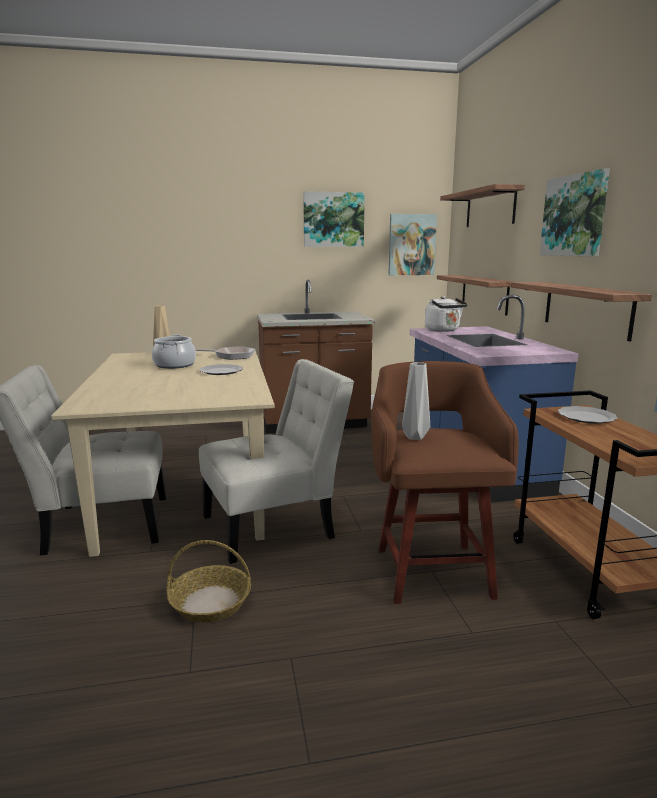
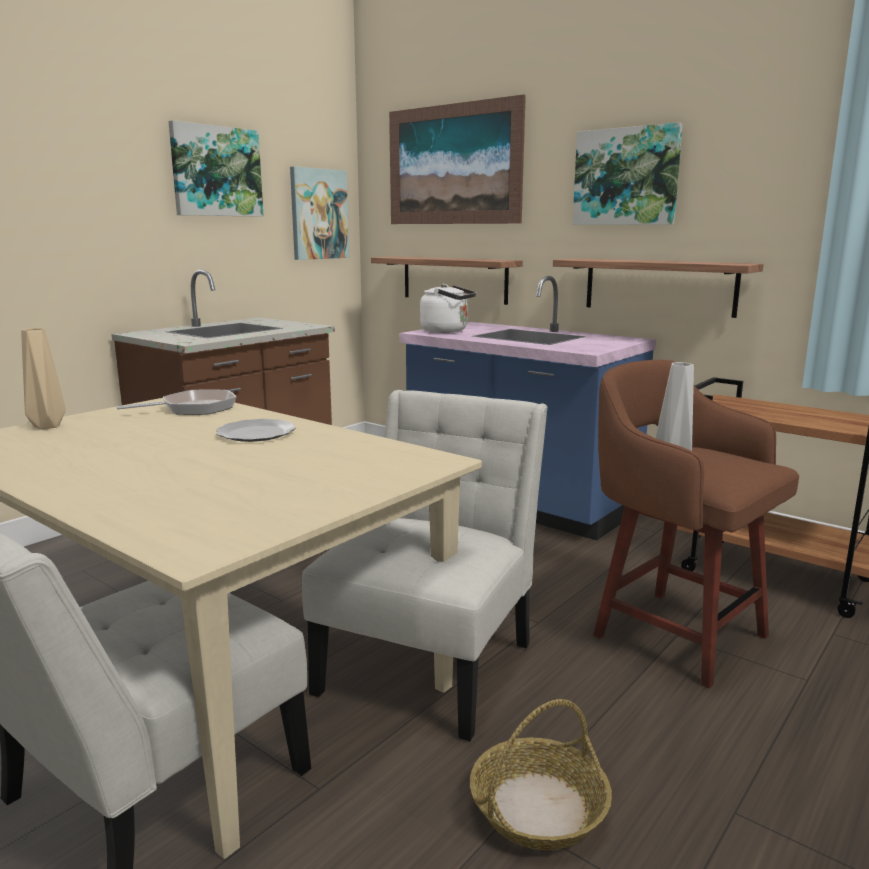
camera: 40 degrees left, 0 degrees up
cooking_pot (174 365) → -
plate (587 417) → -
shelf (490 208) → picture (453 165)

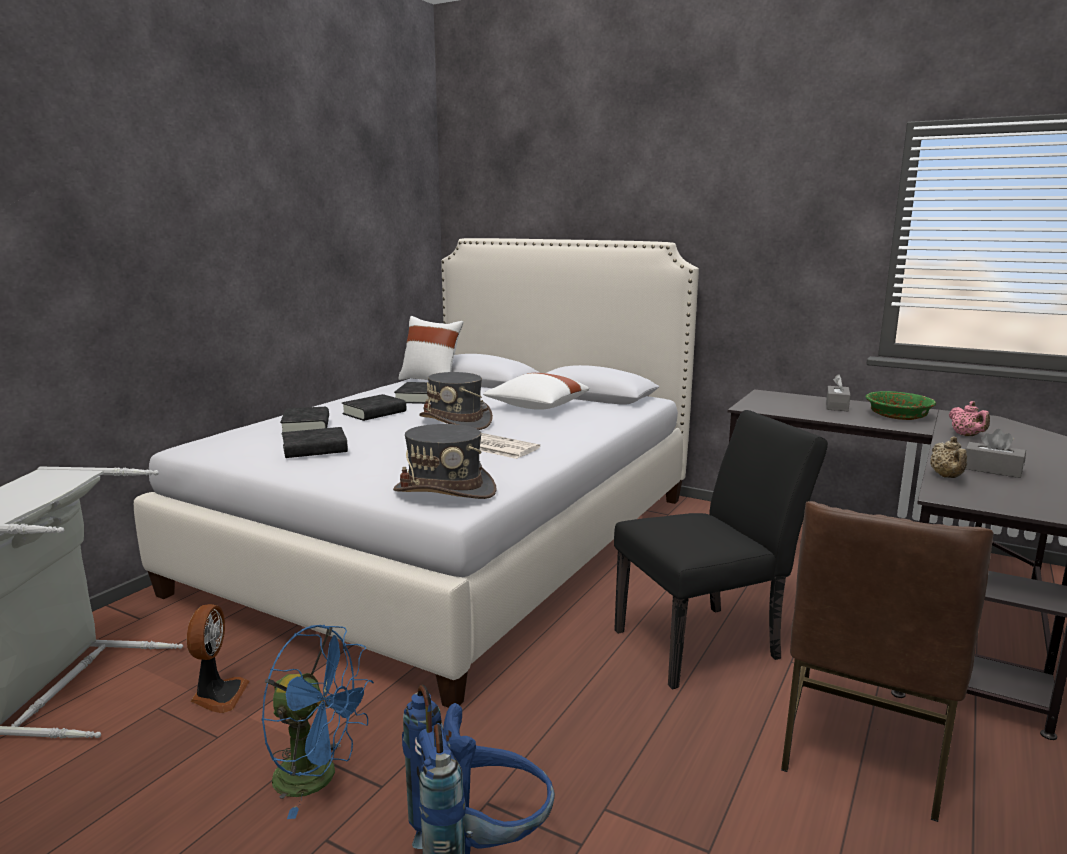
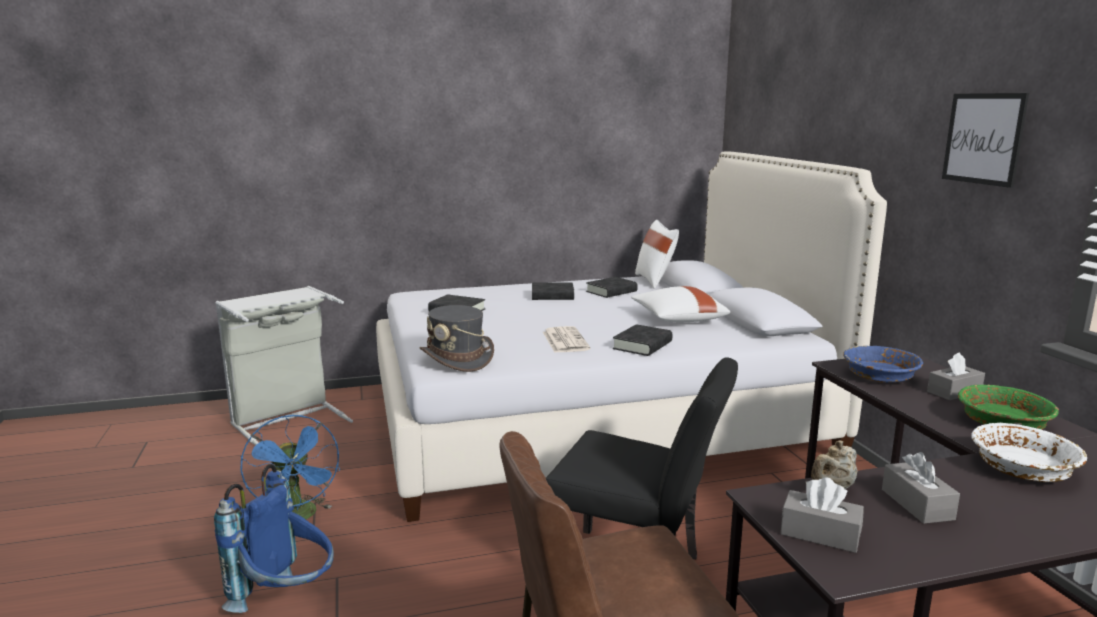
camera: 45 degrees right, 0 degrees up
fan (218 695) → -
grey_hat (456 422) → -
- → grey_tissue_box (820 534)
- → blue_bowl (879 376)
- → picture (983 138)
black_book (306 426) → black_book (642 345), moved
pink_teapot (967 435) → white_bowl (1023 468)

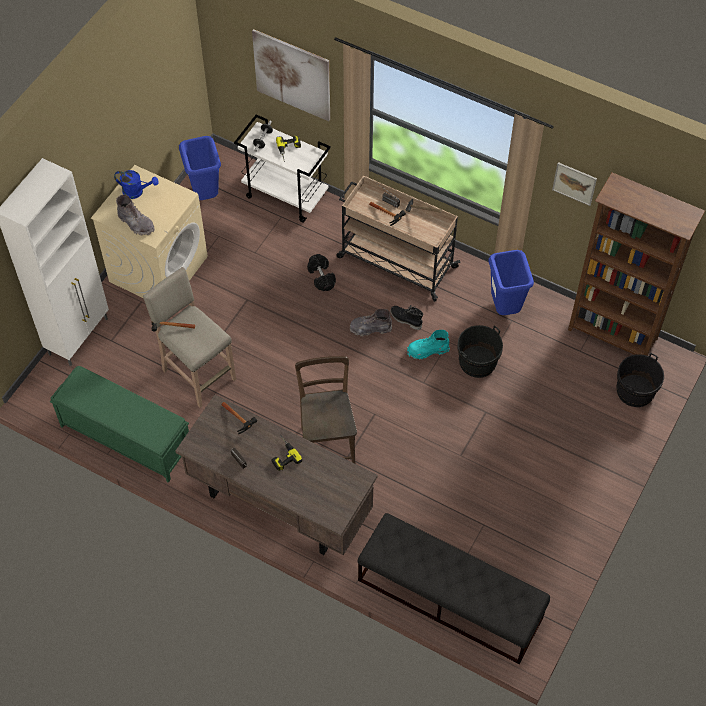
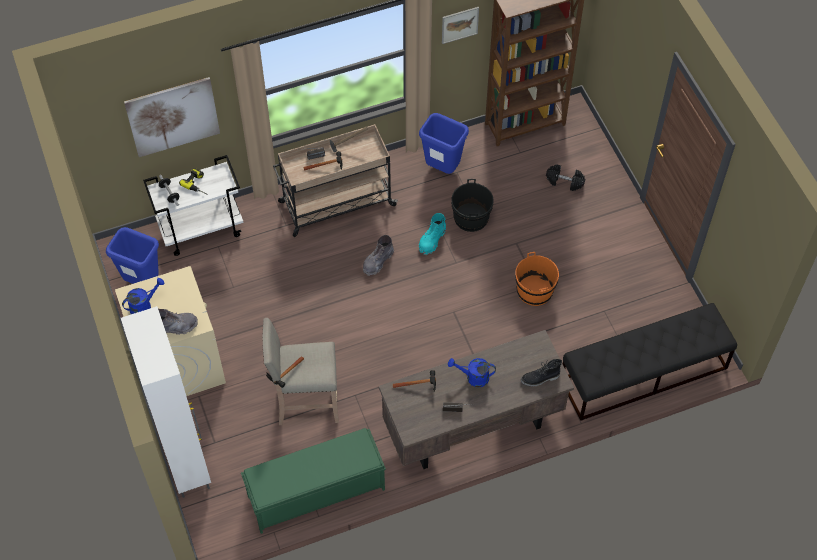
camera: 50 degrees left, 0 degrees up
brown_chair (327 443) → -
black_bucket (635 391) → -
- → orange_bucket (534 291)
black_dumbbell (321 277) → black_dumbbell (564 182), moved
black_boot (405 320) → black_boot (540 379), moved
power_drill (282 454) → blue_watering_can (473 377)

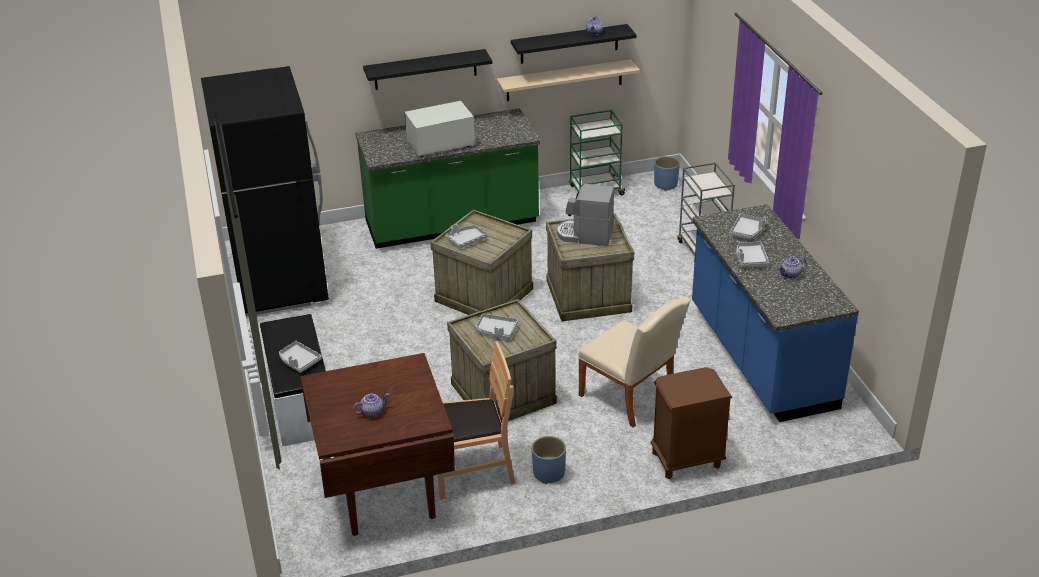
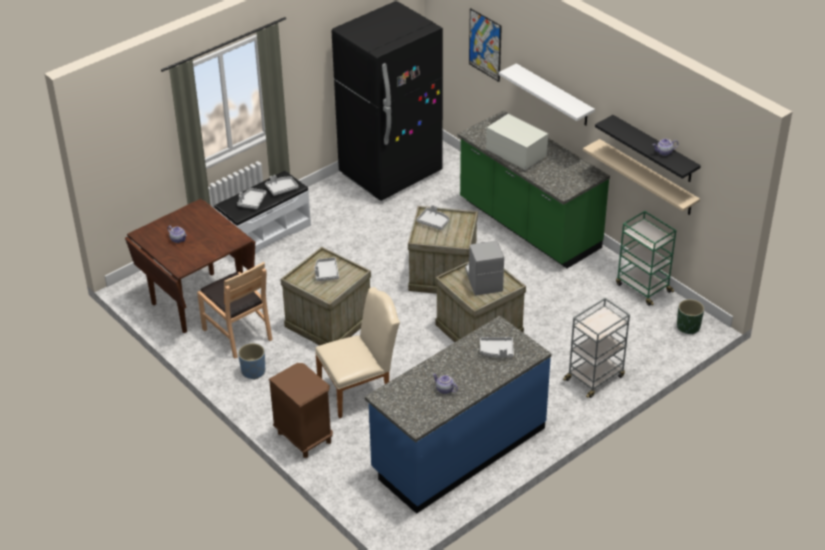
camera: 65 degrees right, 5 degrees up
- → picture (485 45)
grey_tray (750 259) → grey_tray (281 188), moved
black_shelf (425 69) → white_shelf (554 95)
blue_planter (665 184) → green_planter (688 326)
beige_chair (632 398) → beige_chair (360 389), 135 degrees counterclockwise

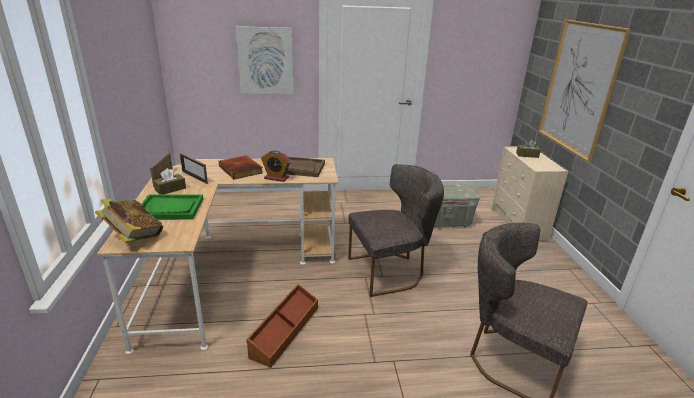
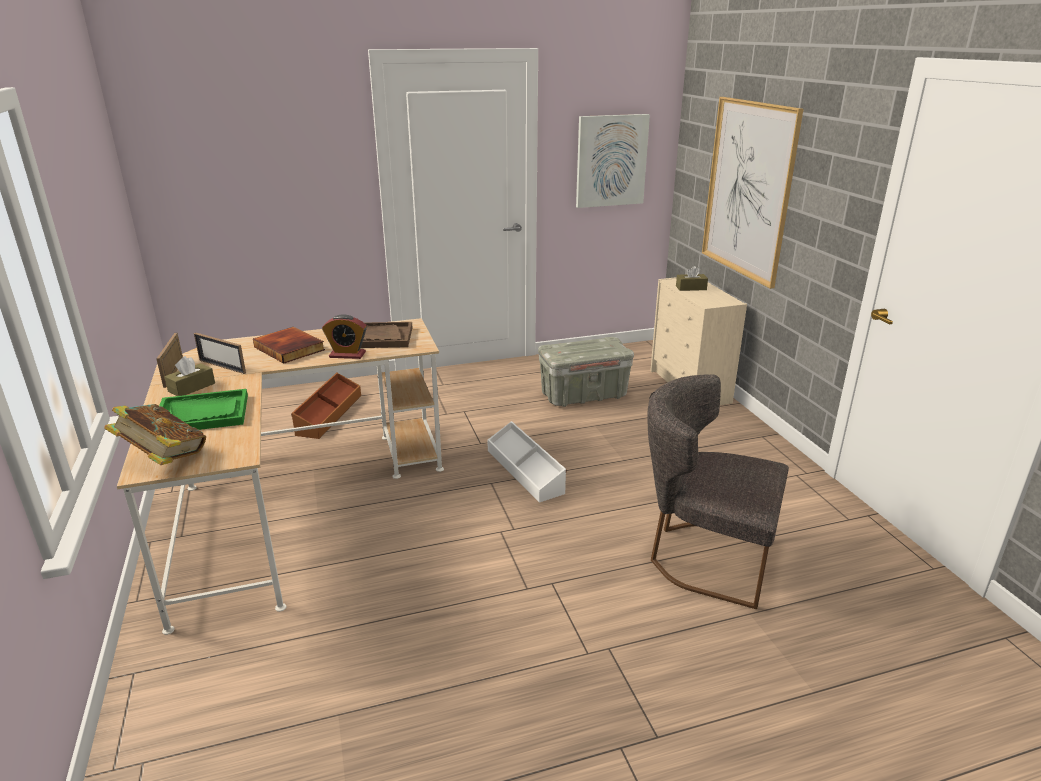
camera: 10 degrees left, 0 degrees up
picture (265 60) → picture (611 161), moved
brown_storage_box (284 331) → brown_storage_box (328 414), moved
grey_chair (390 271) → white_storage_box (525 471)

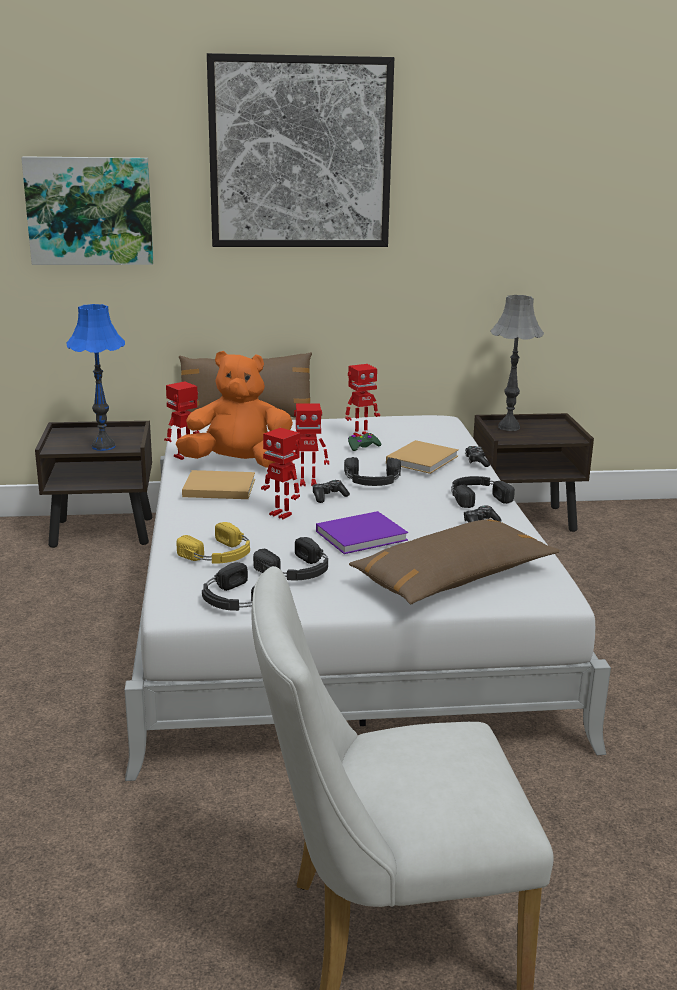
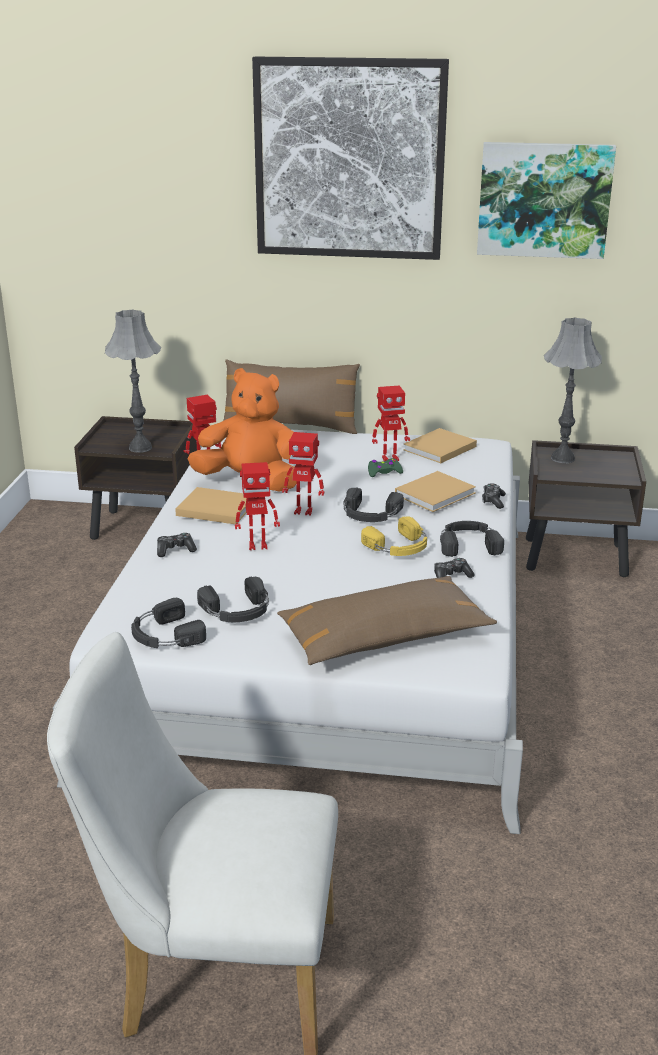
camera: 15 degrees right, 5 degrees up
purple_book (363 535) → -
- → beige_book (438 449)
picture (89 211) → picture (544 200), moved
yellow_headphones (220 555) → yellow_headphones (399 547), moved
game_controller (328 496) → game_controller (175 550), moved
blue_table_lamp (103 446) → grey_table_lamp (140 448)
toy_robot (281 514) → toy_robot (257 545), 60 degrees counterclockwise

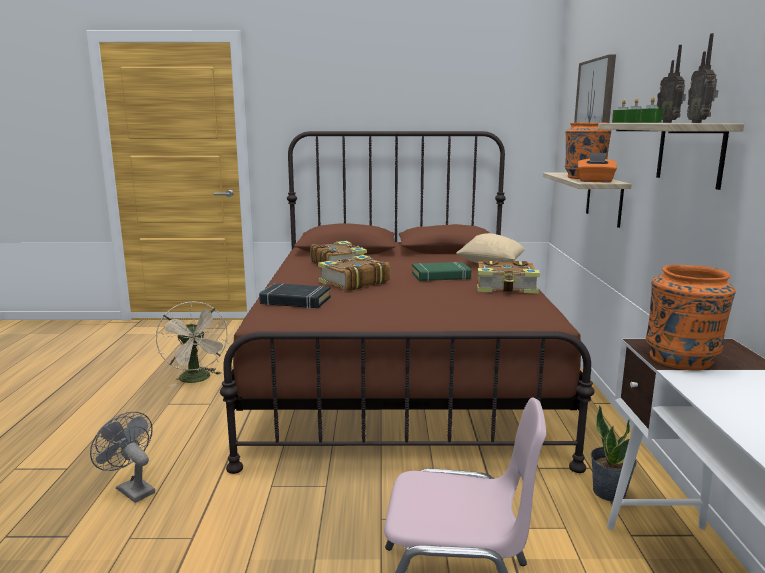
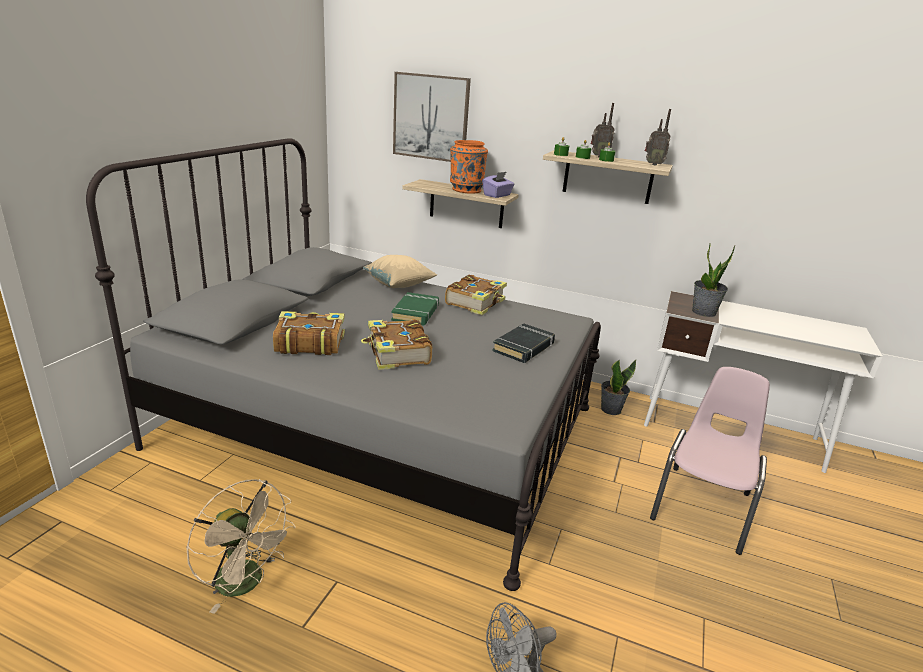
camera: 70 degrees left, 10 degrees up
black_book (295 301) → black_book (524 347), moved
orange_vase (682 359) → potted_plant (704 312)
brown_bed (399 376) → grey_bed (382 426)
orange_tissue_box (595 181) → purple_tissue_box (497 195)
beige_fan (197 380) → beige_fan (247 583), 45 degrees clockwise

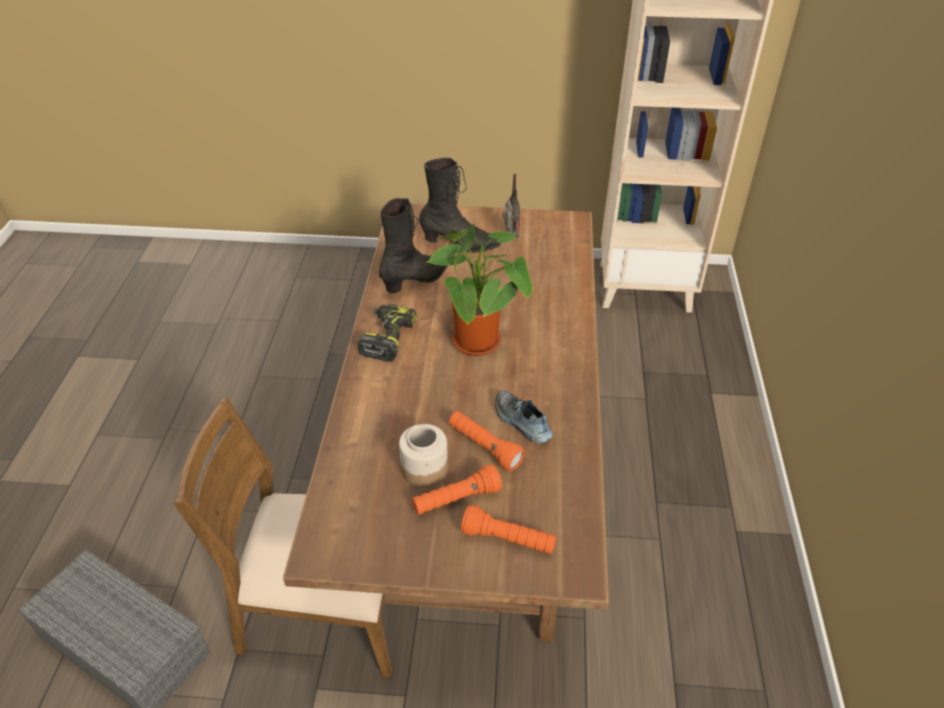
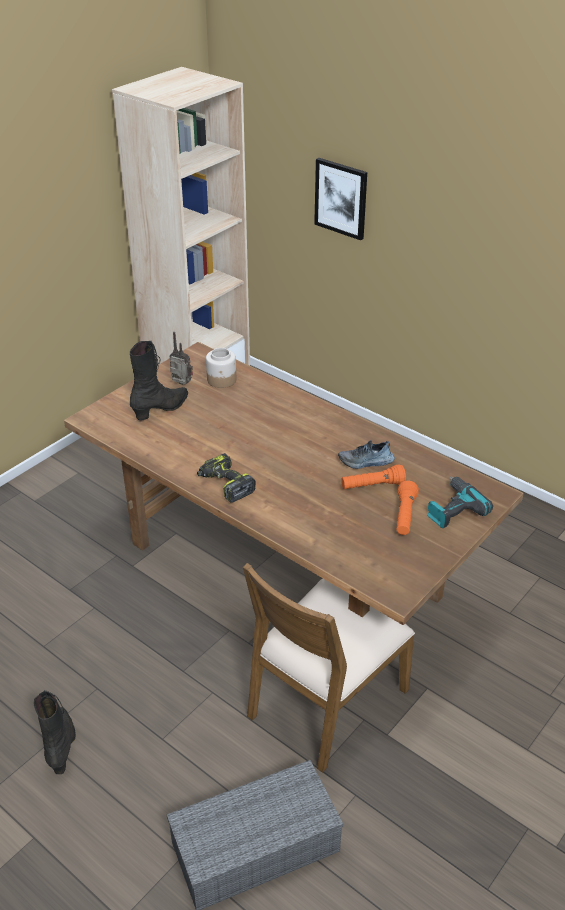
camera: 55 degrees left, 5 degrees down
potted_plant (480 345) → -
- → picture (341 198)
black_boot (417 280) → black_boot (62 745), moved
jar (424 470) → jar (222 380), moved
orange_flashlight (508 539) → power_drill (453 509)

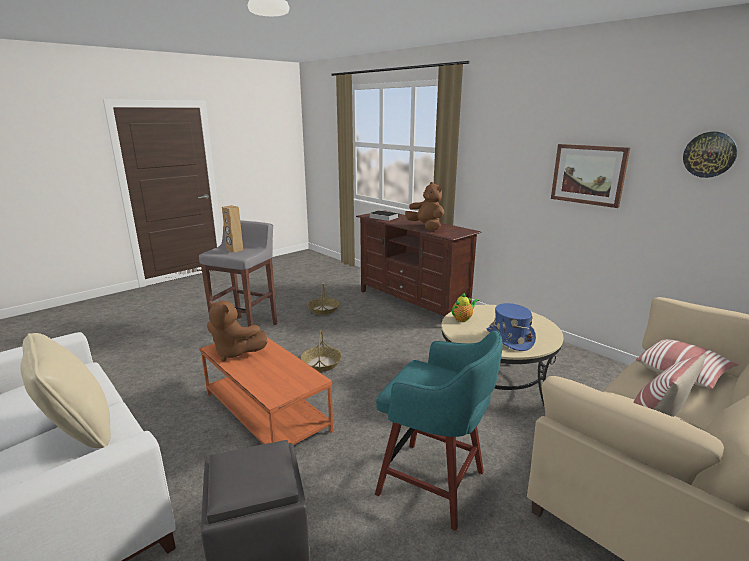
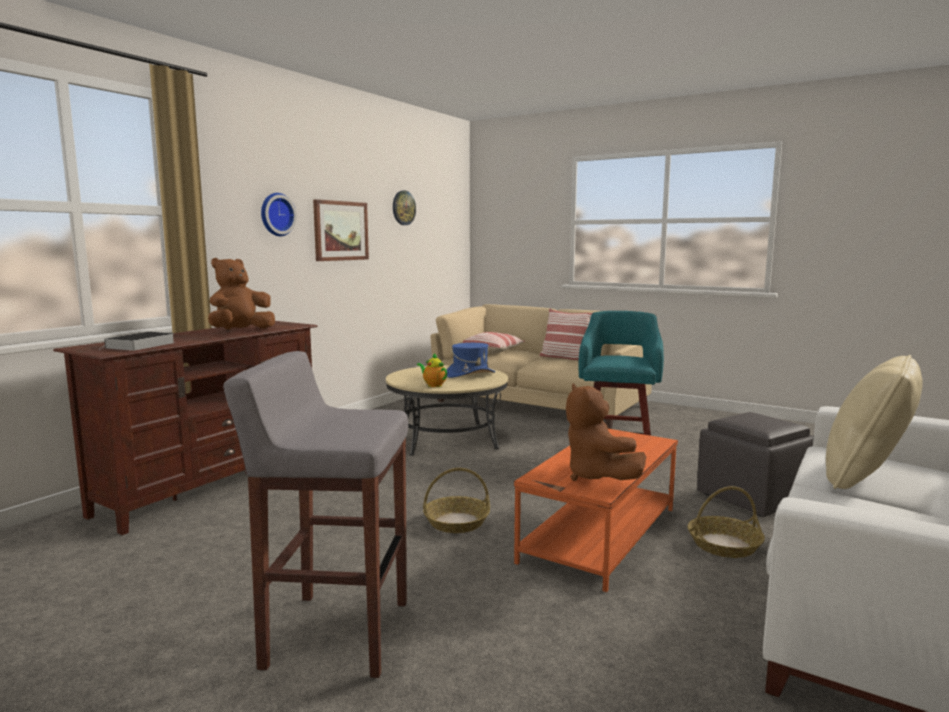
camera: 105 degrees left, 10 degrees down
brown_speaker (234 250) → -
- → wall_clock (276 214)
basket (323 310) → basket (724 545), moved
brown_plush_toy (235 352) → brown_plush_toy (597 476), 150 degrees clockwise

